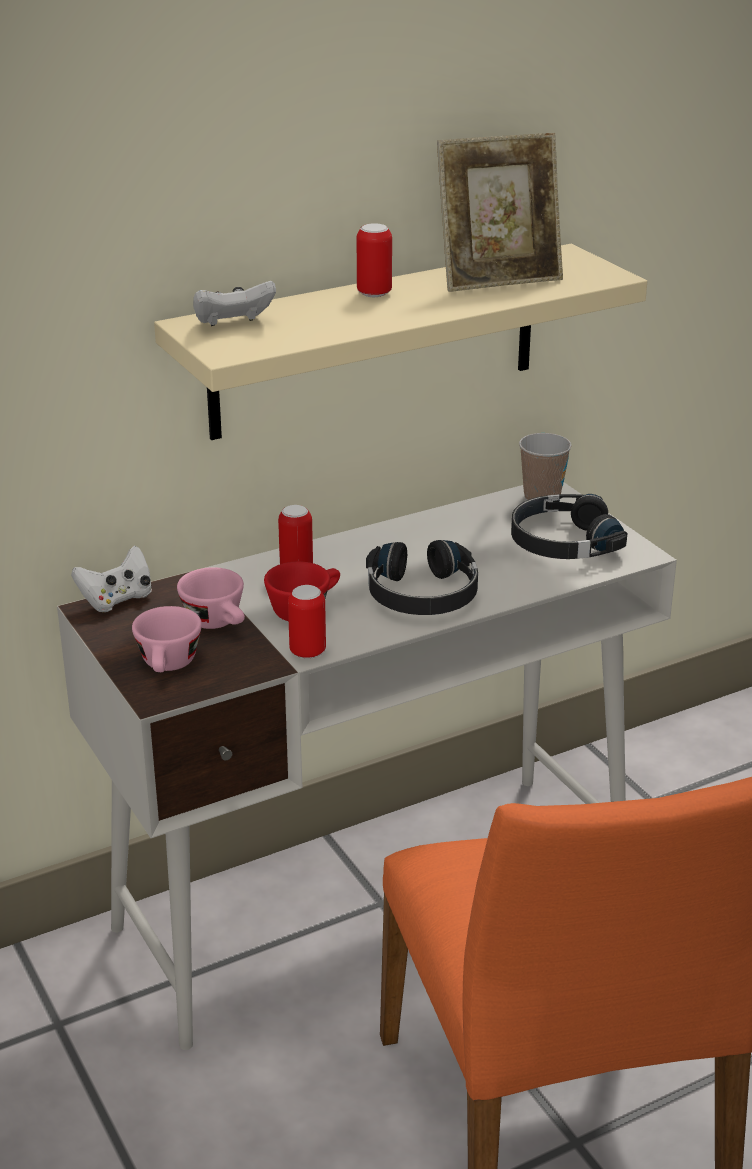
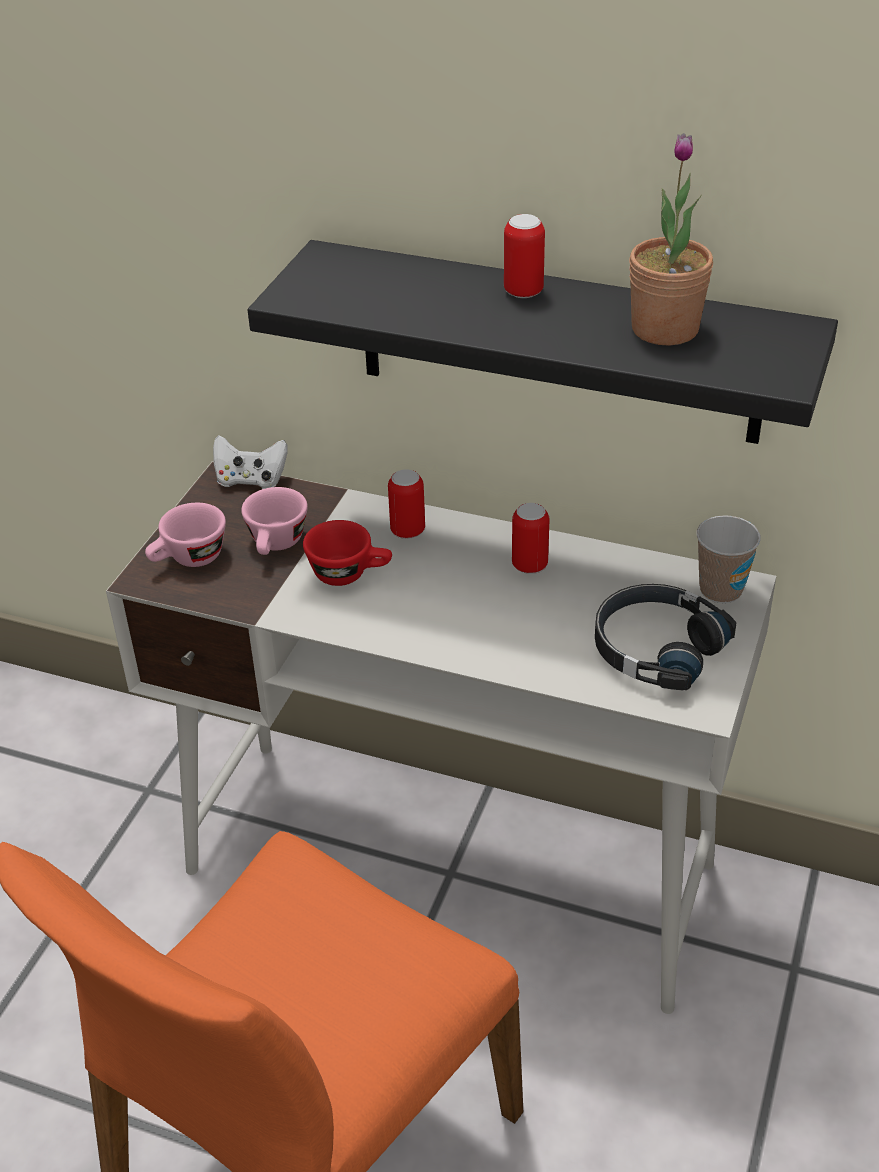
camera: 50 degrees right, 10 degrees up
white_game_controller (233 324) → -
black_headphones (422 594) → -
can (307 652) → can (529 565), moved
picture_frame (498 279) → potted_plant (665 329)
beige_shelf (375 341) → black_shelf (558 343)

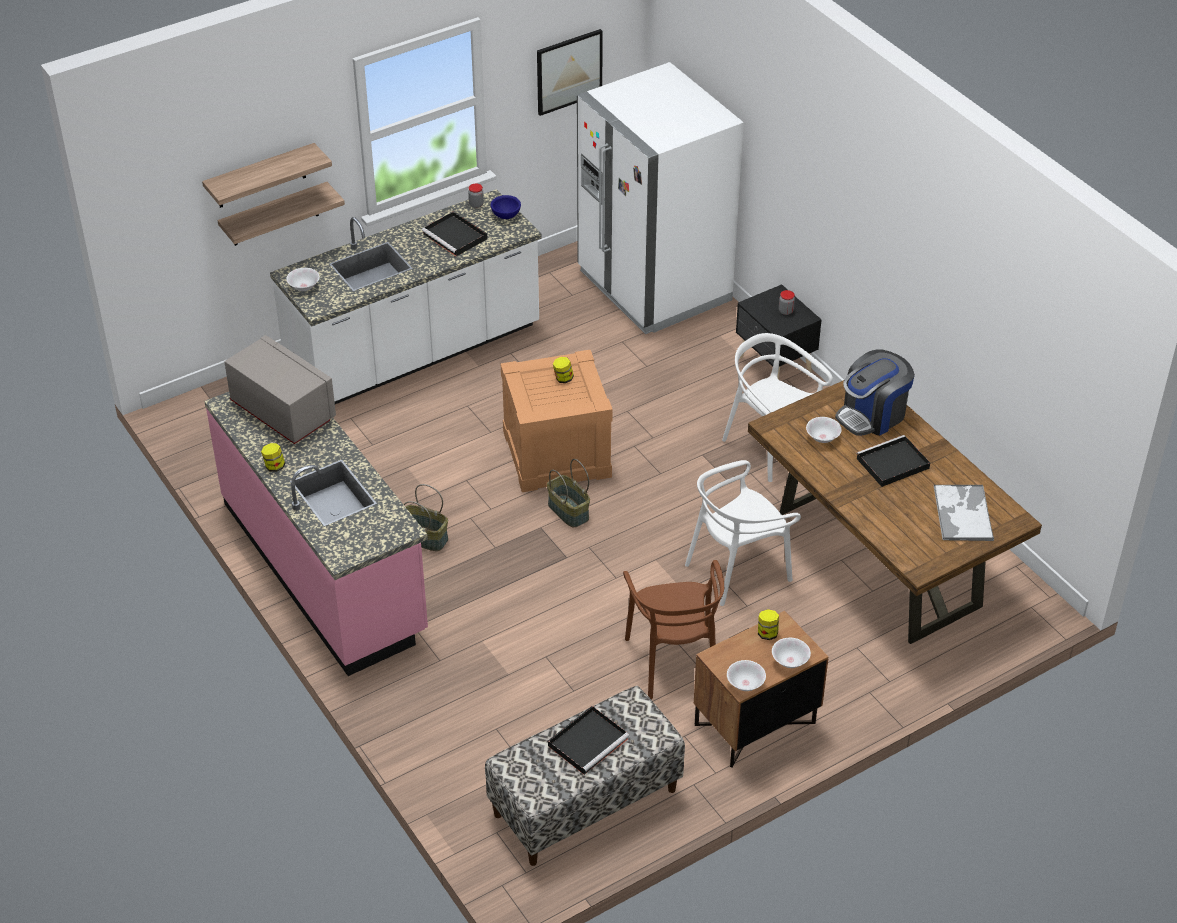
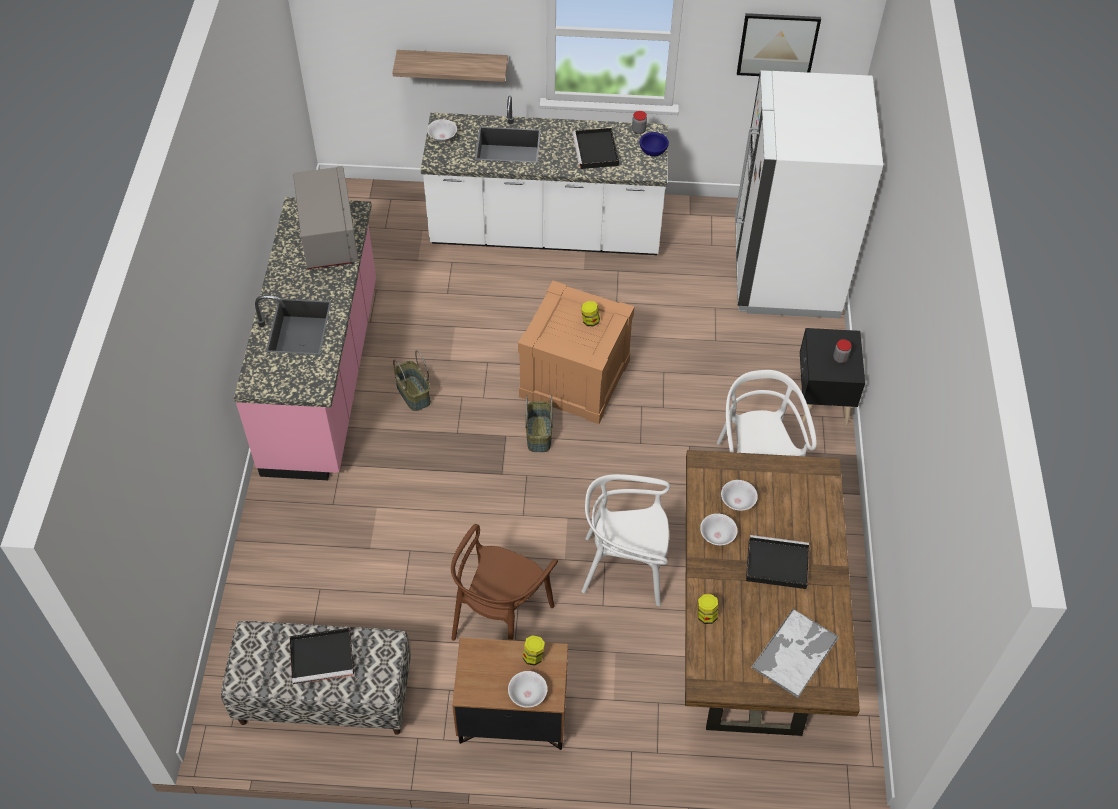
camera: 35 degrees right, 10 degrees up
shelf (260 176) → -
coffee_machine (872 415) → -
jar (274 466) → jar (706 615), moved
white_bowl (745 684) → white_bowl (717 536), moved

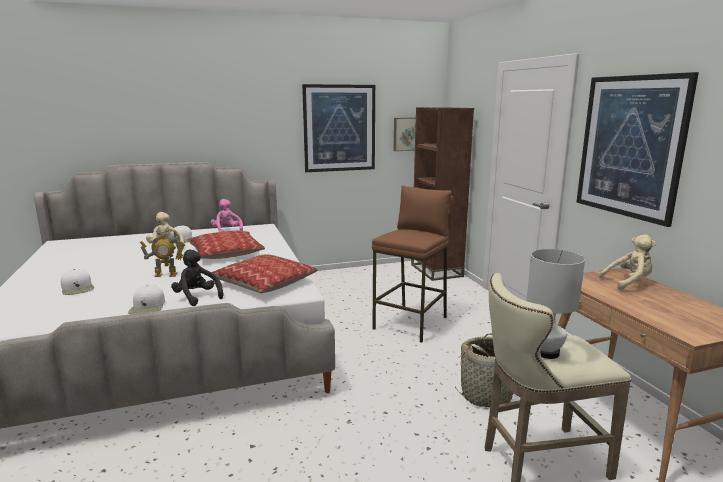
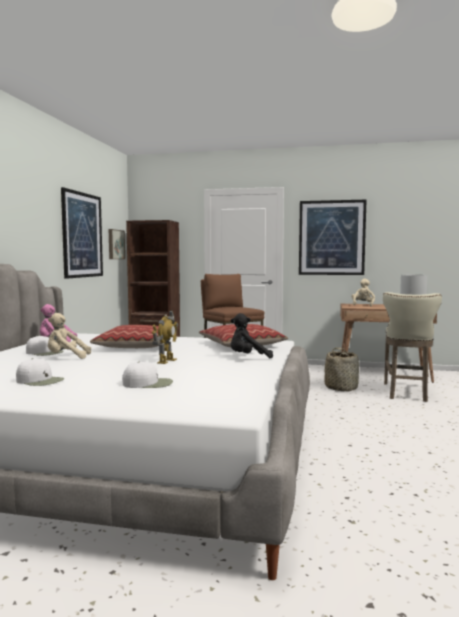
camera: 60 degrees left, 10 degrees down
white_cap (147 307) → white_cap (40 381), moved

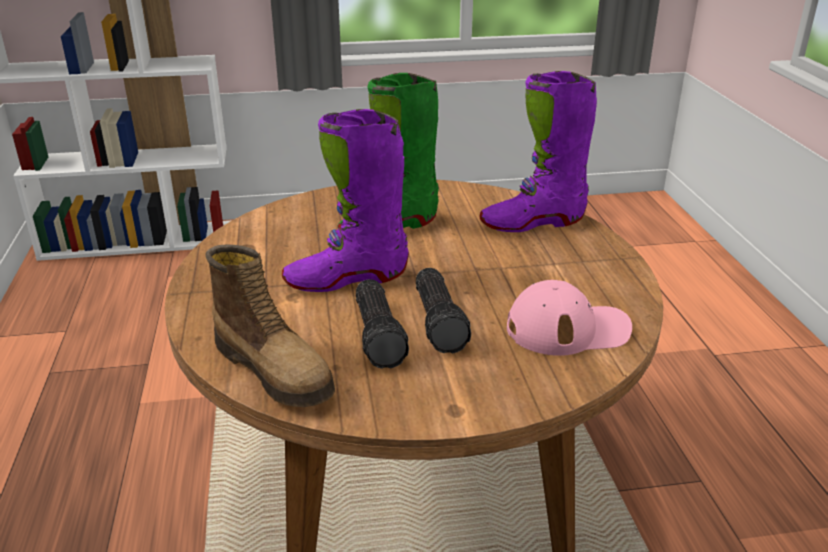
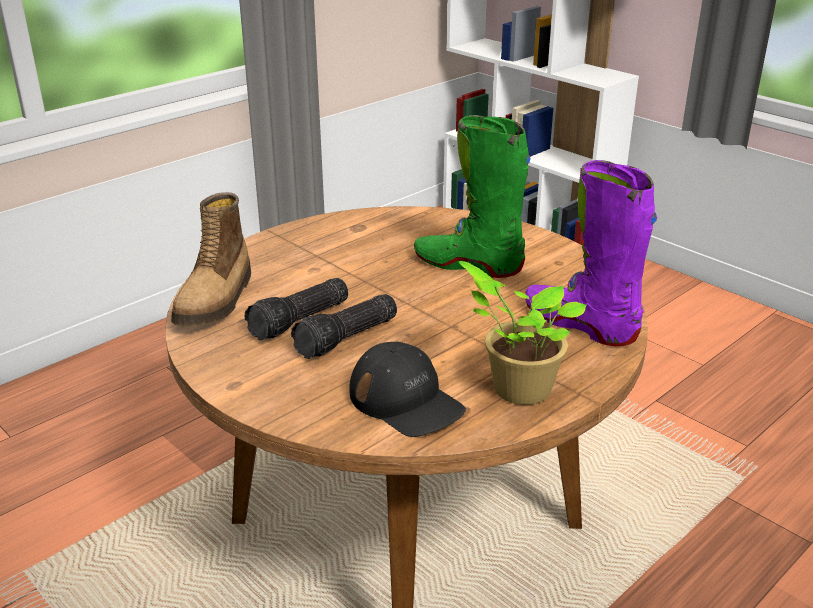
camera: 55 degrees right, 0 degrees up
purple_boot (346 279) → -
- → potted_plant (517 388)
pink_cap (568 329) → black_cap (406 401)

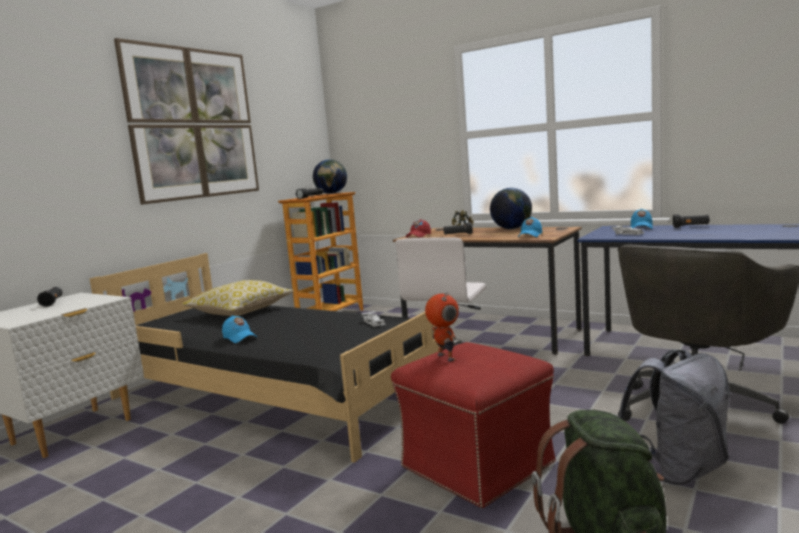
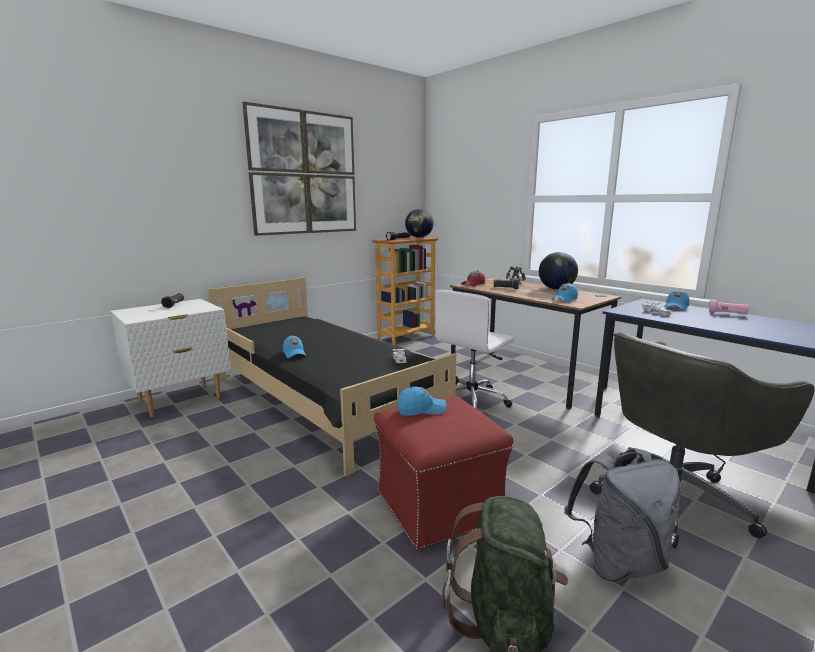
camera: 15 degrees right, 5 degrees up
pillow (240 311) → -
toy_robot (445 357) → blue_cap (421 409)
black_flashlight (691 227) → pink_flashlight (727 314)

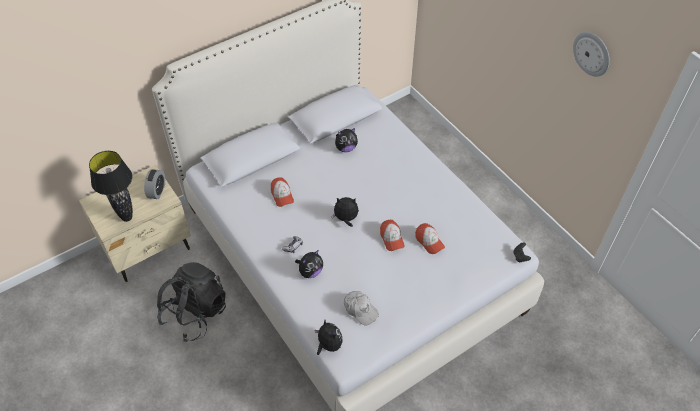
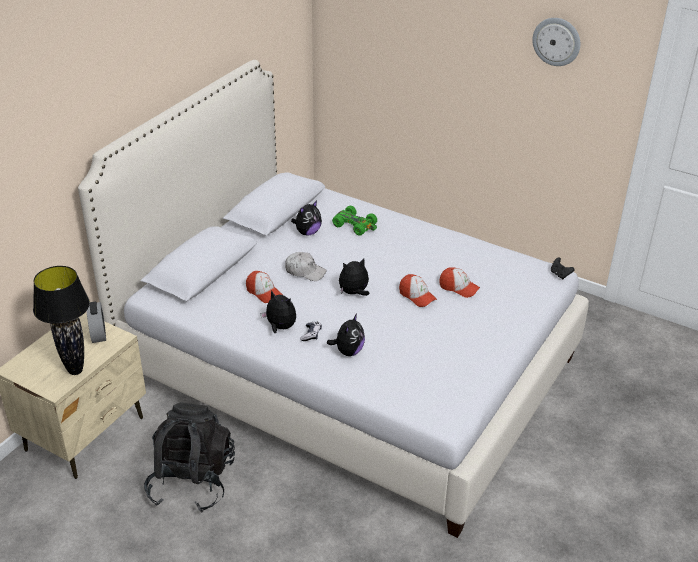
camera: 25 degrees left, 15 degrees down
- → green_toy_car (355 225)
plush_toy (328 345) → plush_toy (280 327), moved
white_cap (360 309) → white_cap (305 271), moved

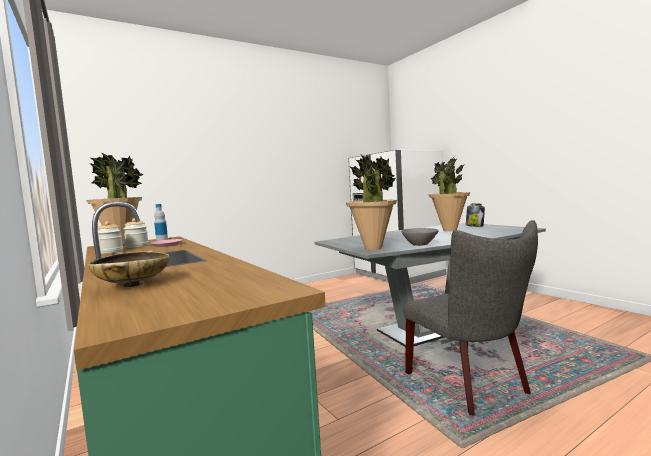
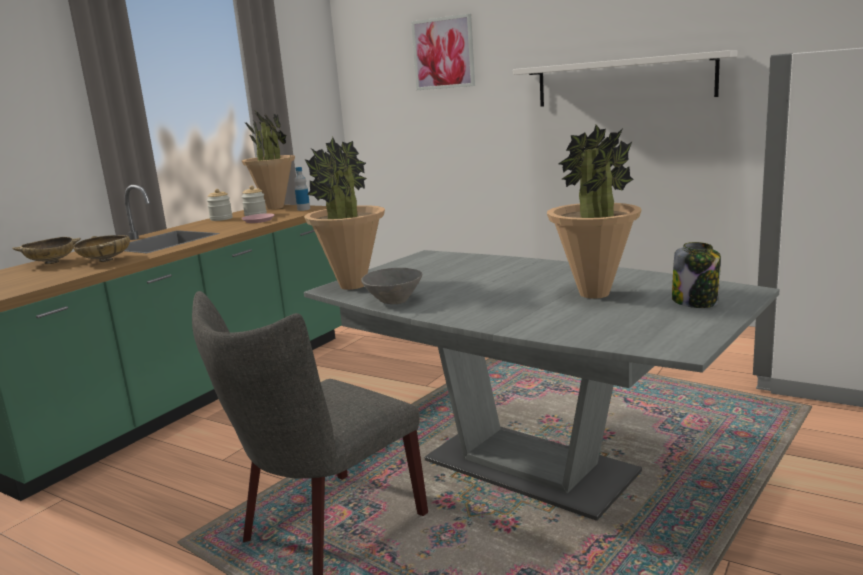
camera: 65 degrees right, 10 degrees up
- → beige_bowl (105 260)
- → picture (443 53)
- → white_shelf (623 81)

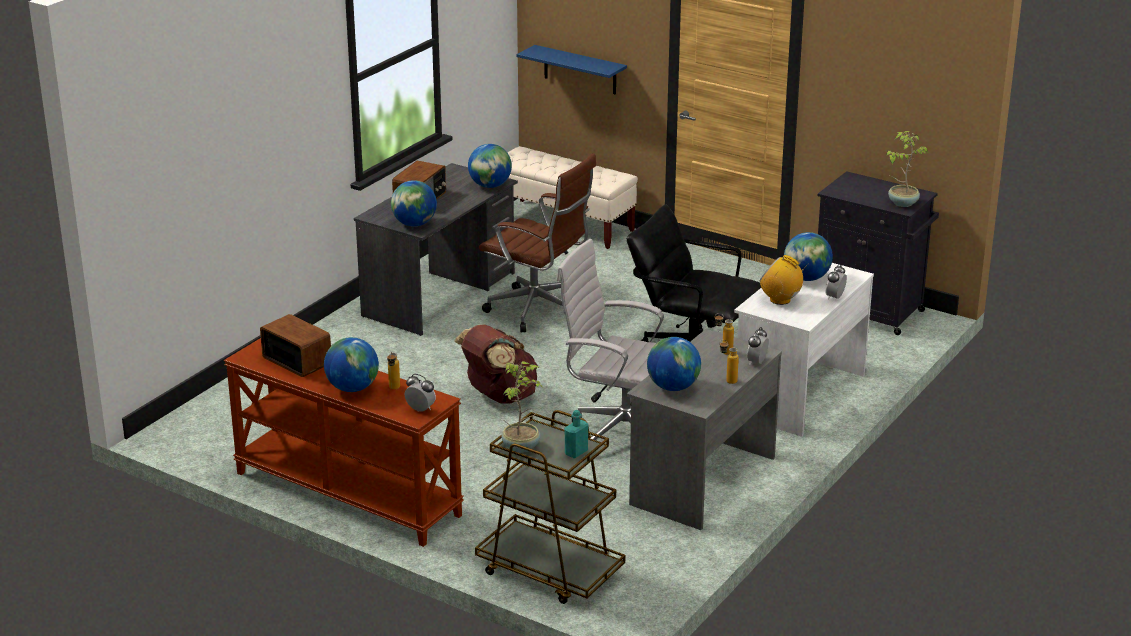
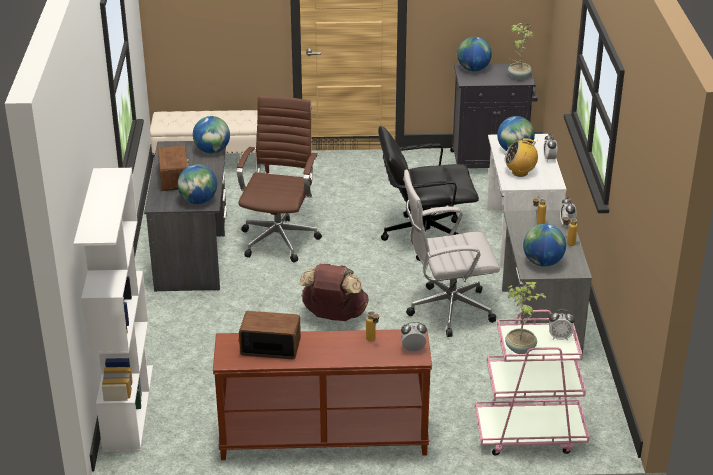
camera: 35 degrees left, 5 degrees up
blue_shelf (580 70) → -
- → white_bookcase (128 407)
globe (352 388) → globe (473 69), moved
turquoise_bottle (576 452) → alarm_clock (560 337)
brown_cart (549 571) → pink_cart (529 433)
brown_office_chair (539 311) → brown_office_chair (280 239), 75 degrees counterclockwise

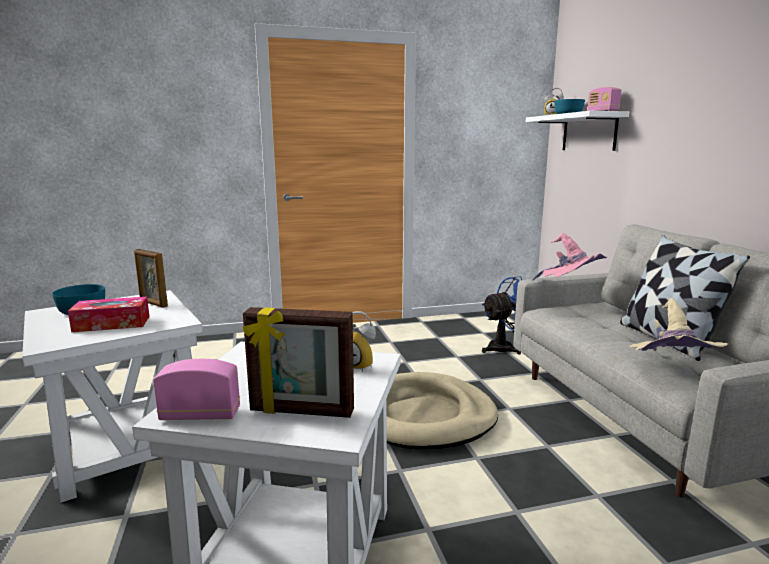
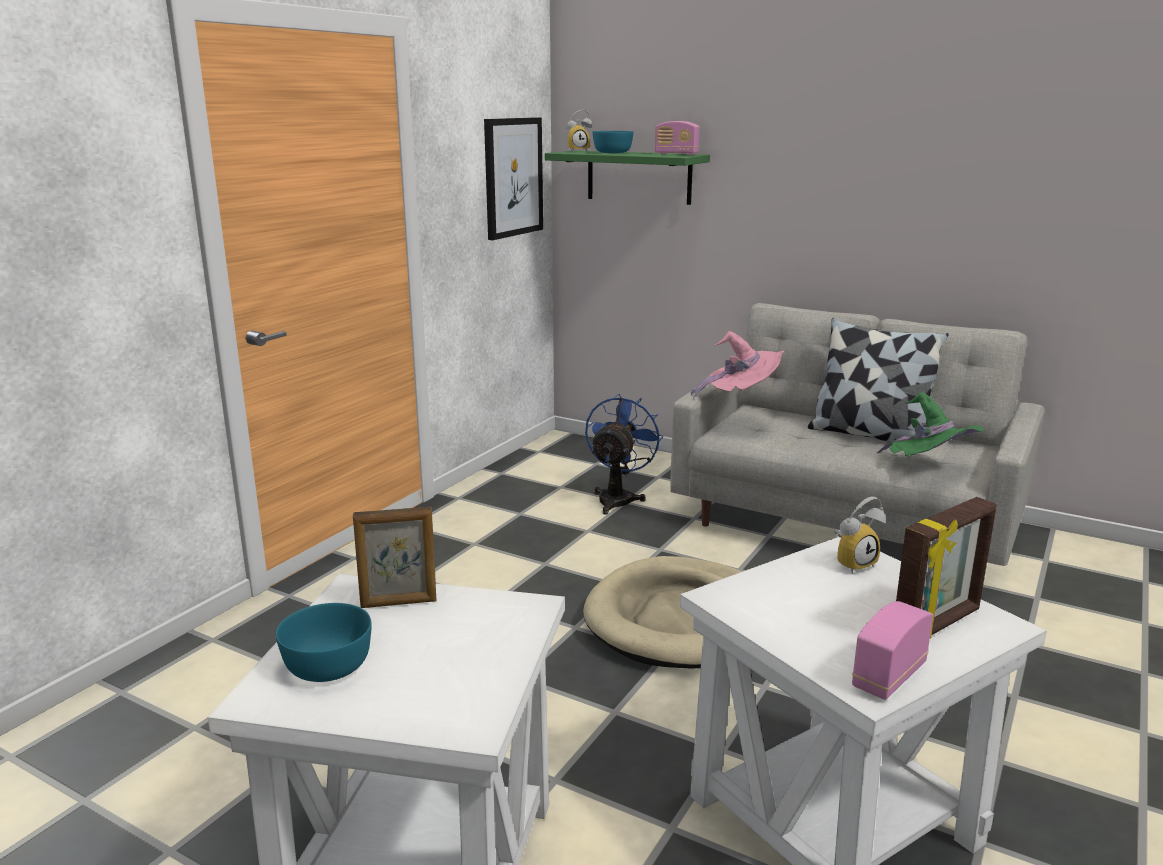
camera: 45 degrees left, 5 degrees up
tissue_box (112 324) → -
- → picture (513 177)
white_shelf (589 132) → green_shelf (639 177)
beige_hat (670 371) → green_hat (928 466)

